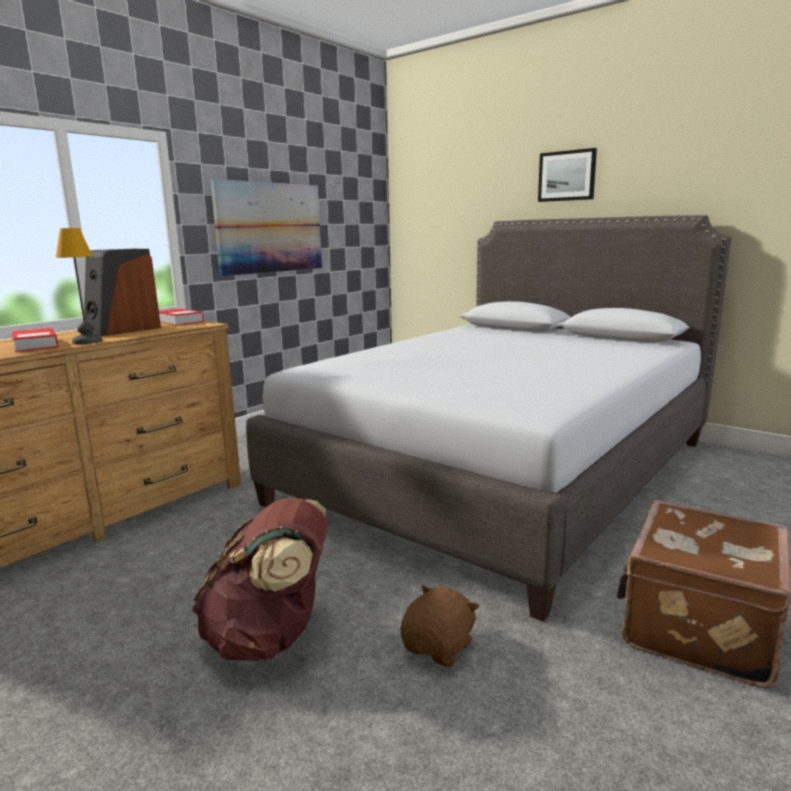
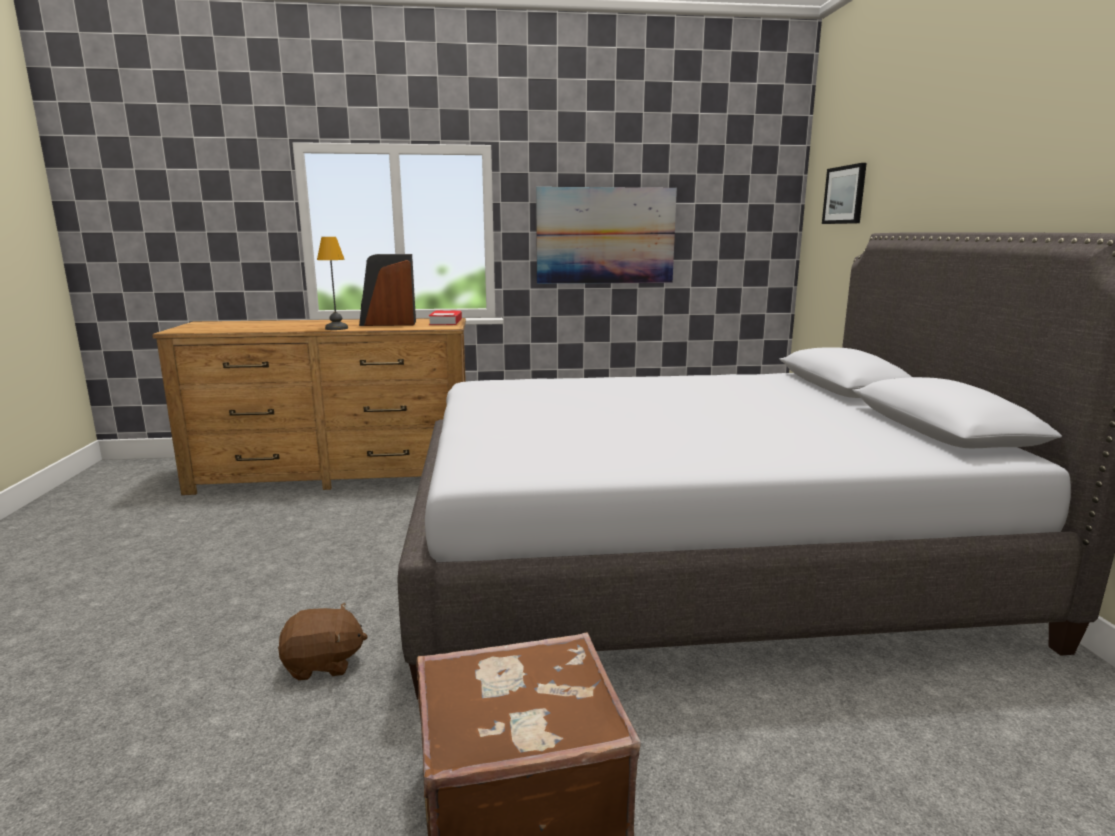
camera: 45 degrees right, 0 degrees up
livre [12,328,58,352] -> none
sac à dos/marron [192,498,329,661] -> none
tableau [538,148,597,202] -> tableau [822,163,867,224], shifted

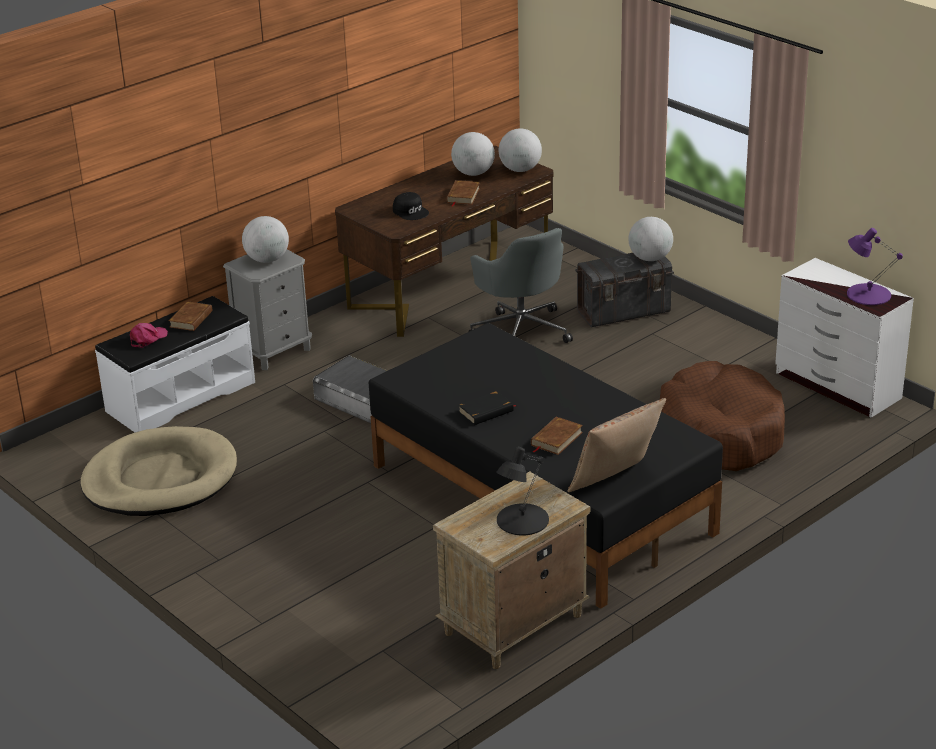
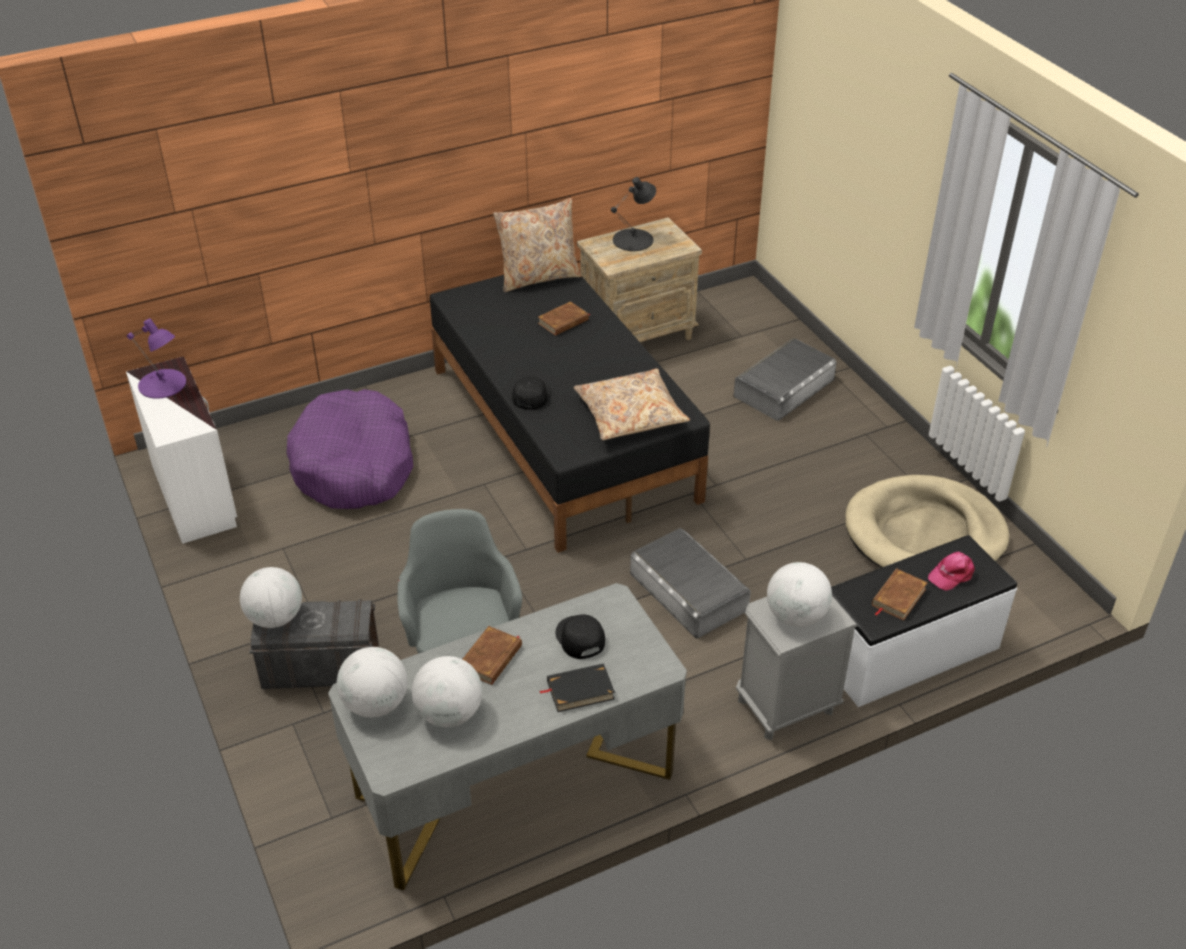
camera: 165 degrees left, 10 degrees up
bureau/marron [335,146,554,337] -> bureau/gris [328,583,687,890]
livre/noir [458,391,516,425] -> livre/noir [540,663,615,712], shifted
panier pour chien/marron [660,361,785,471] -> panier pour chien/violet [286,389,413,509]
none -> casquette/noir [512,377,552,410]
none -> coussin/beige [574,368,690,440]
none -> boîte de rangement/gris [734,338,837,421]

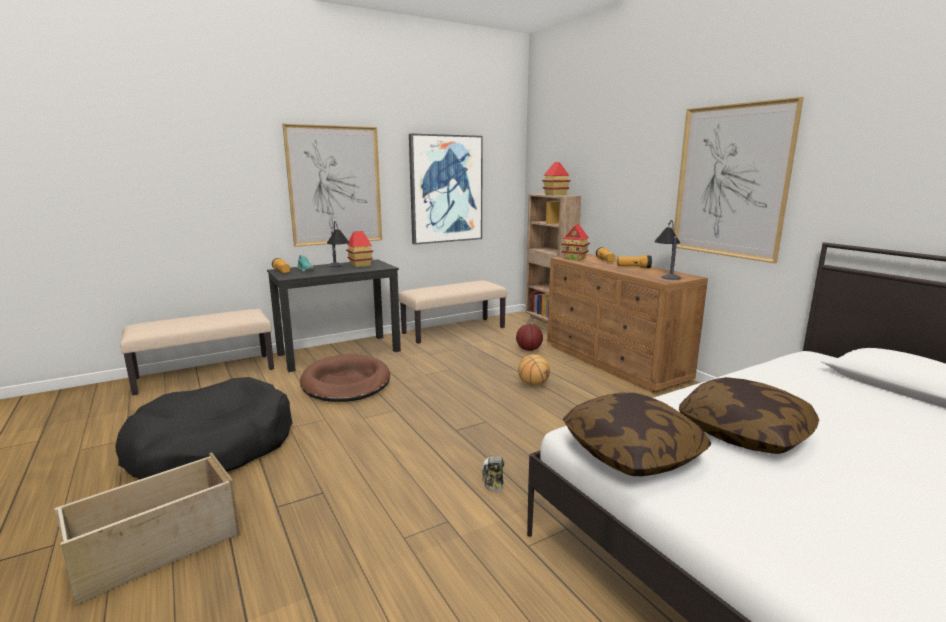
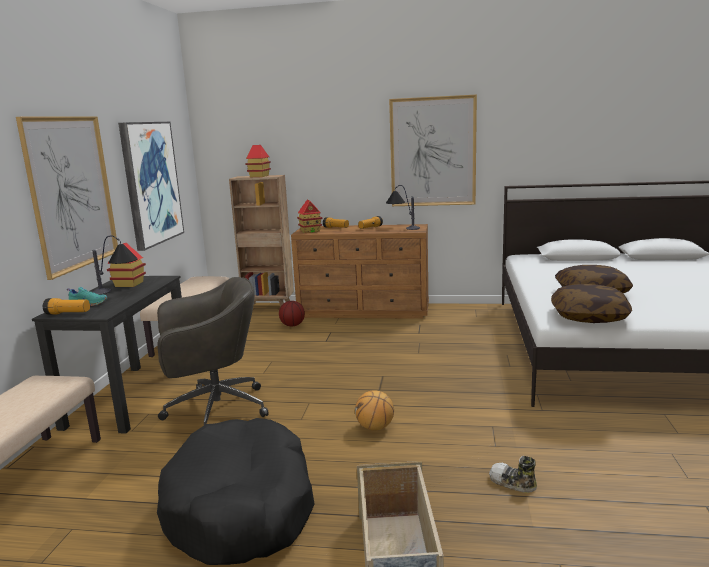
camera: 50 degrees left, 0 degrees up
panier pour chien/marron [300,354,390,402] -> chaise de bureau/gris [157,277,269,425]
chaussure [482,457,504,492] -> chaussure [489,456,537,493], shifted
ballon de basket [518,354,550,386] -> ballon de basket [355,391,394,431], shifted

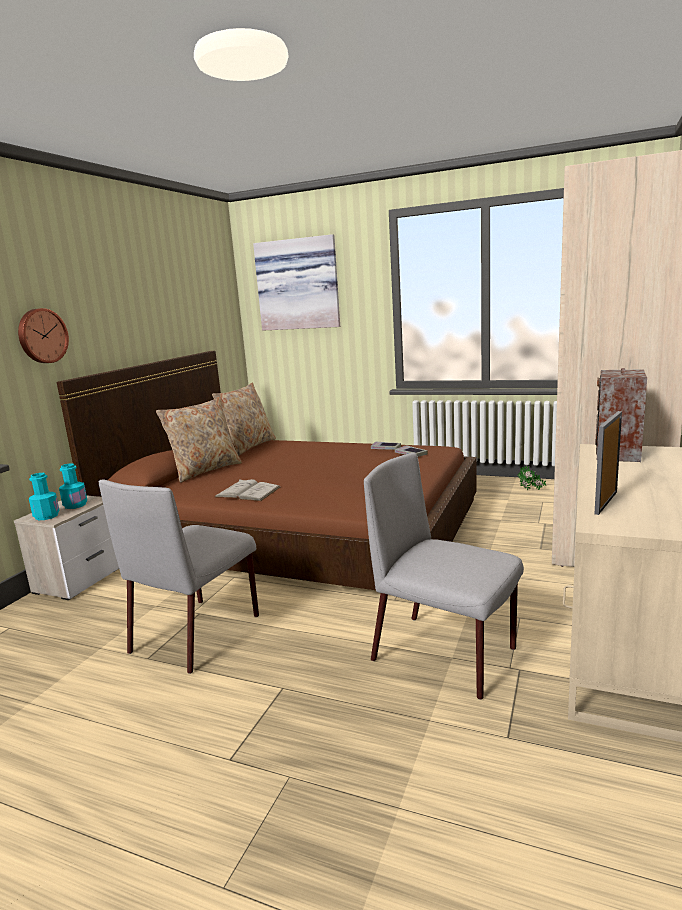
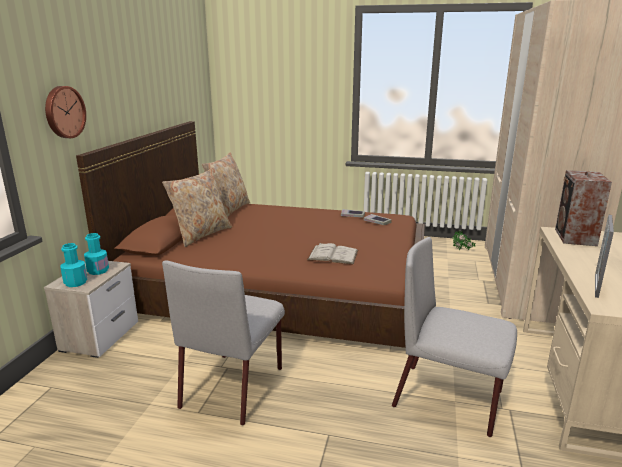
camera: 10 degrees left, 5 degrees up
livre/blanc [215,479,280,501] -> livre/blanc [307,243,358,265], shifted
tableau [253,234,340,331] -> none

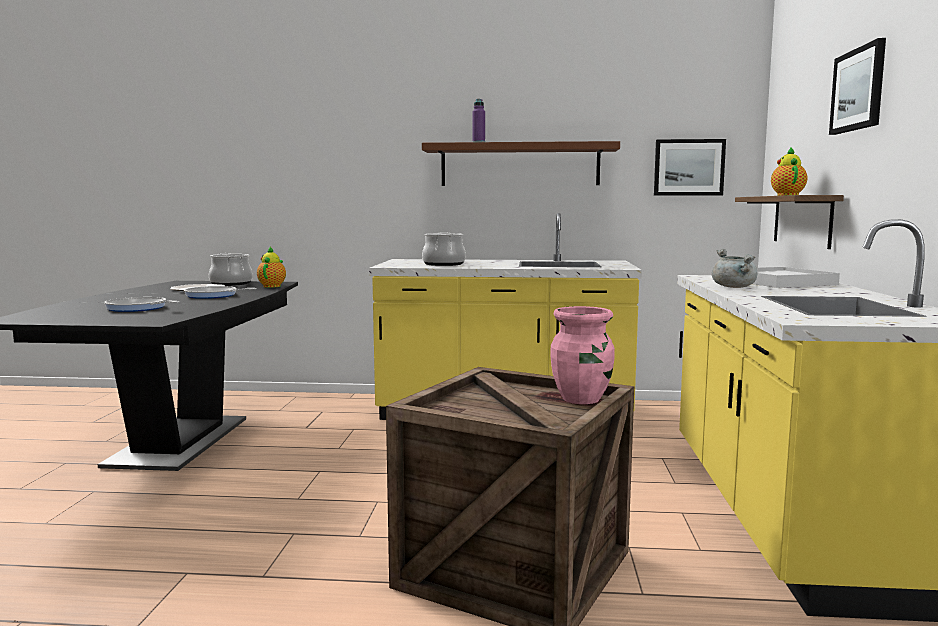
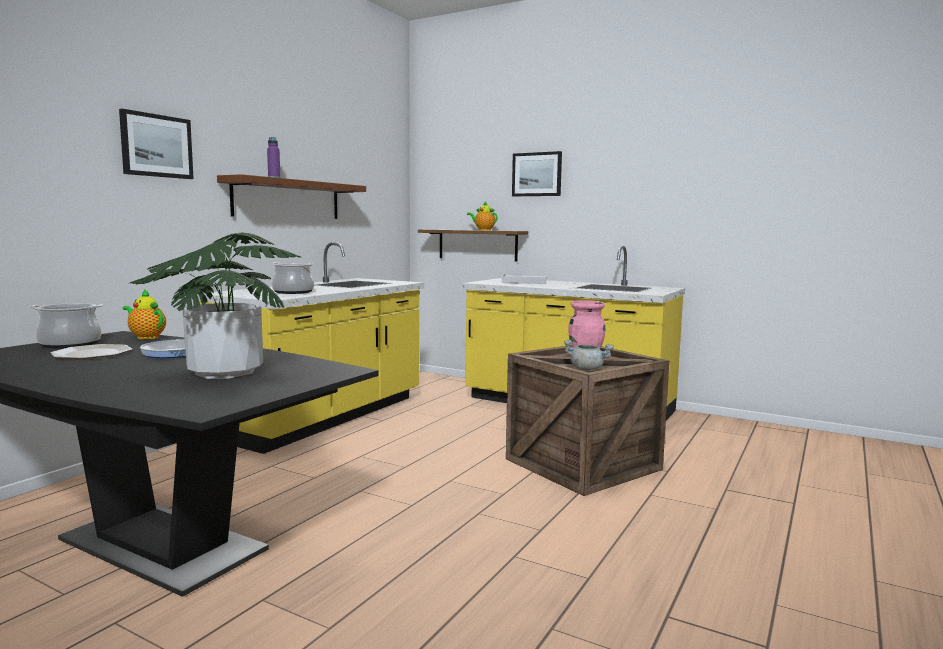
camera: 65 degrees left, 0 degrees up
poêle [104,297,179,312] -> plante en pot [128,233,301,379]
tableau [654,139,726,196] -> tableau [119,109,194,179], shifted
marmite/gris [712,249,758,288] -> marmite/gris [564,340,614,371], shifted

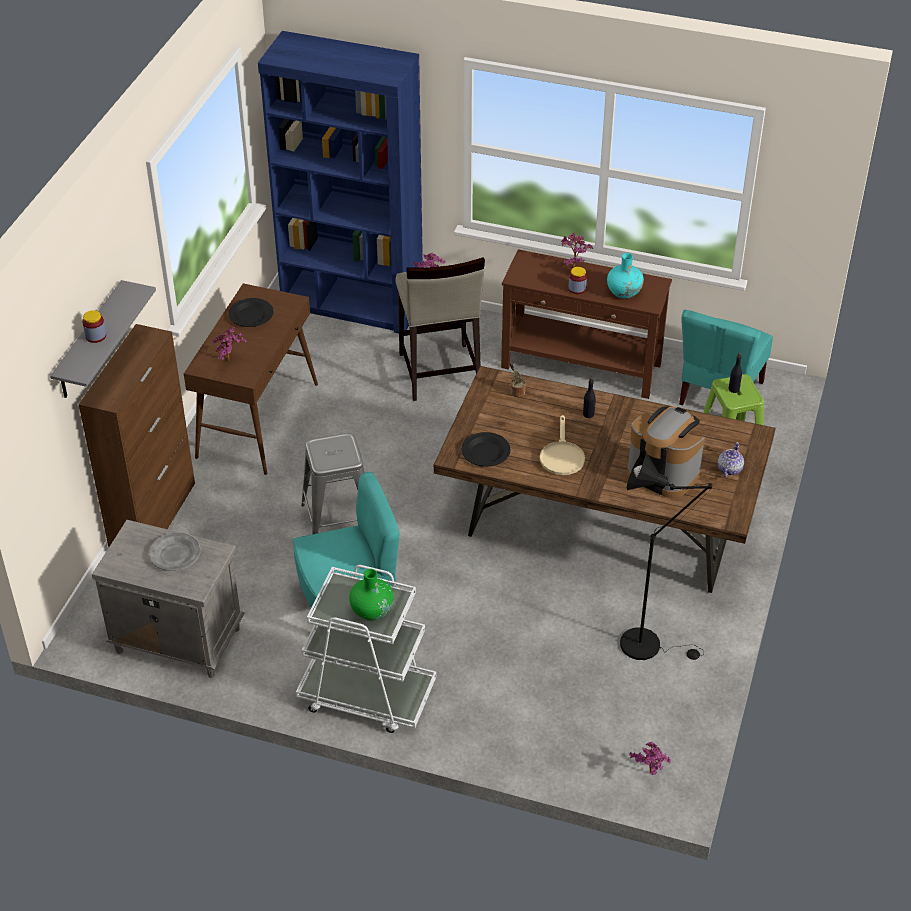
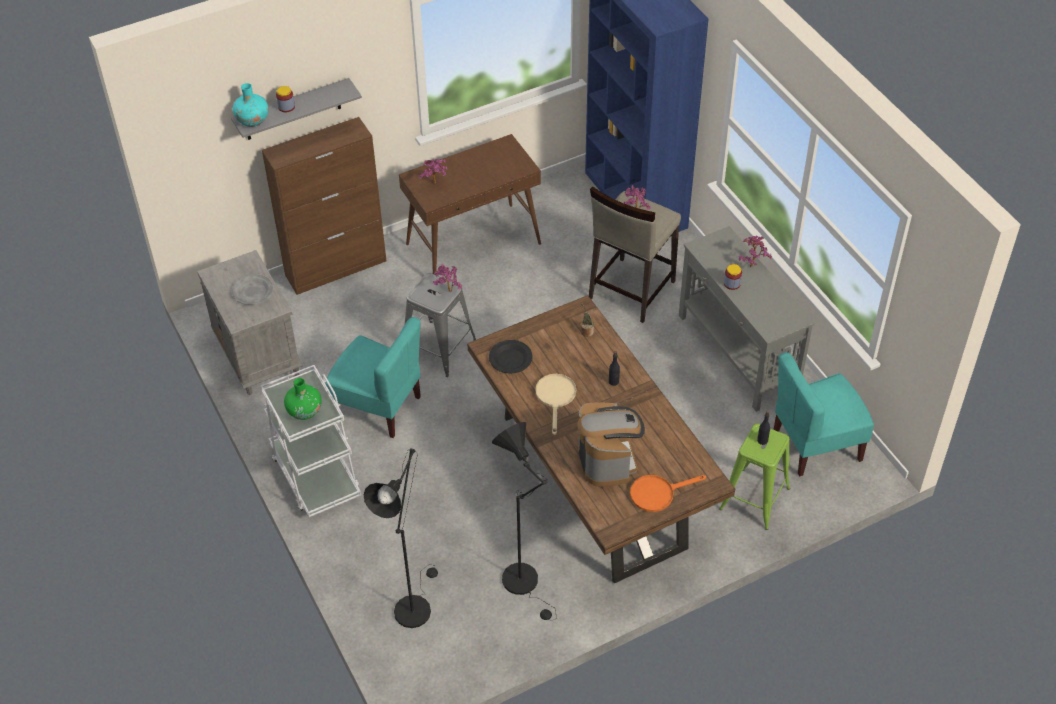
camera: 45 degrees right, 5 degrees up
assiette/noir [228,298,273,327] -> none
table console/marron [501,249,672,399] -> table console/gris [679,226,815,412]
poêle/beige [540,415,585,475] -> poêle/beige [535,374,576,435], 135 degrees clockwise
vase/turquoise [607,253,644,299] -> vase/turquoise [233,83,268,127], shifted
plante en pot [629,742,671,775] -> plante en pot [433,264,462,292], shifted
théière [718,442,744,477] -> poêle/orange [630,475,706,512]
none -> lampadaire/noir [364,448,438,628]

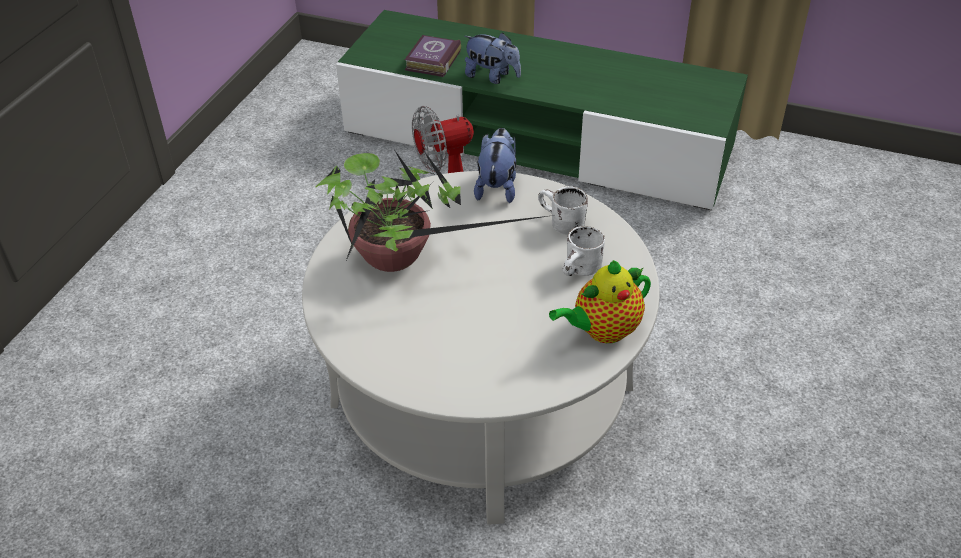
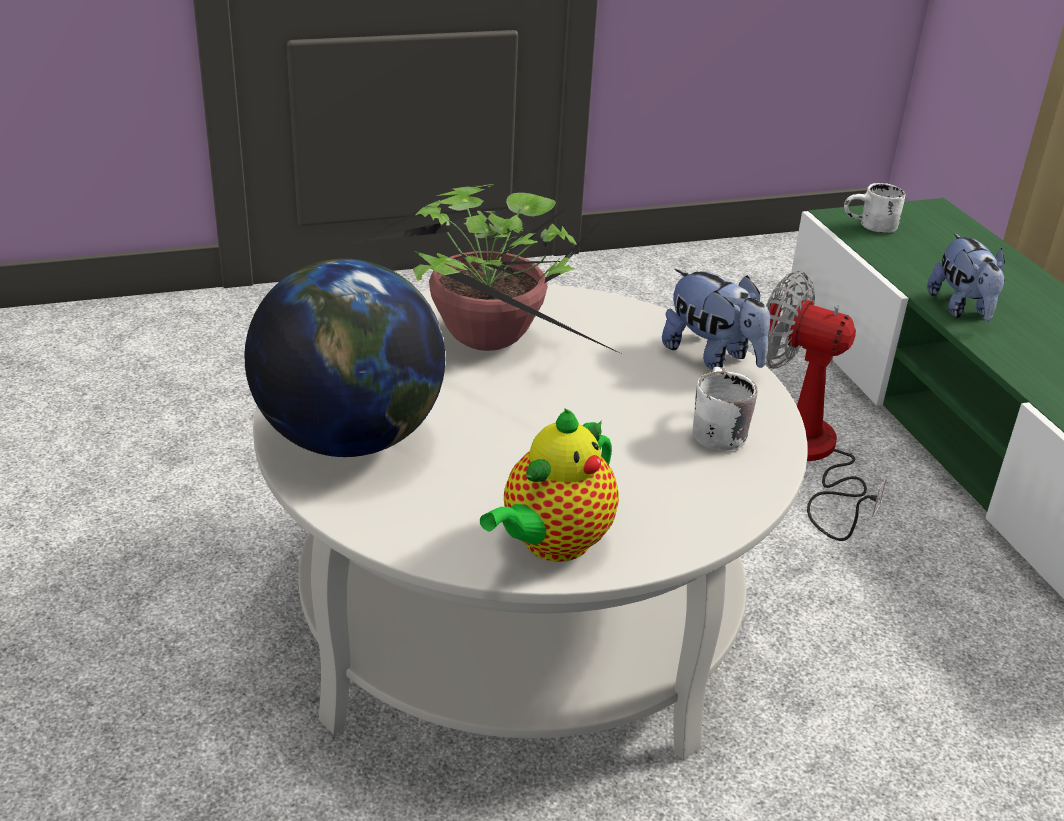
camera: 50 degrees right, 10 degrees down
livre [405,35,461,77] -> none
peluche [474,128,516,203] -> peluche [662,269,770,370], 75 degrees clockwise
théière [549,260,651,343] -> théière [480,408,619,562], 75 degrees counterclockwise
mug/blanc [563,226,605,276] -> mug/blanc [844,183,905,233], shifted
none -> globe [244,259,445,457]

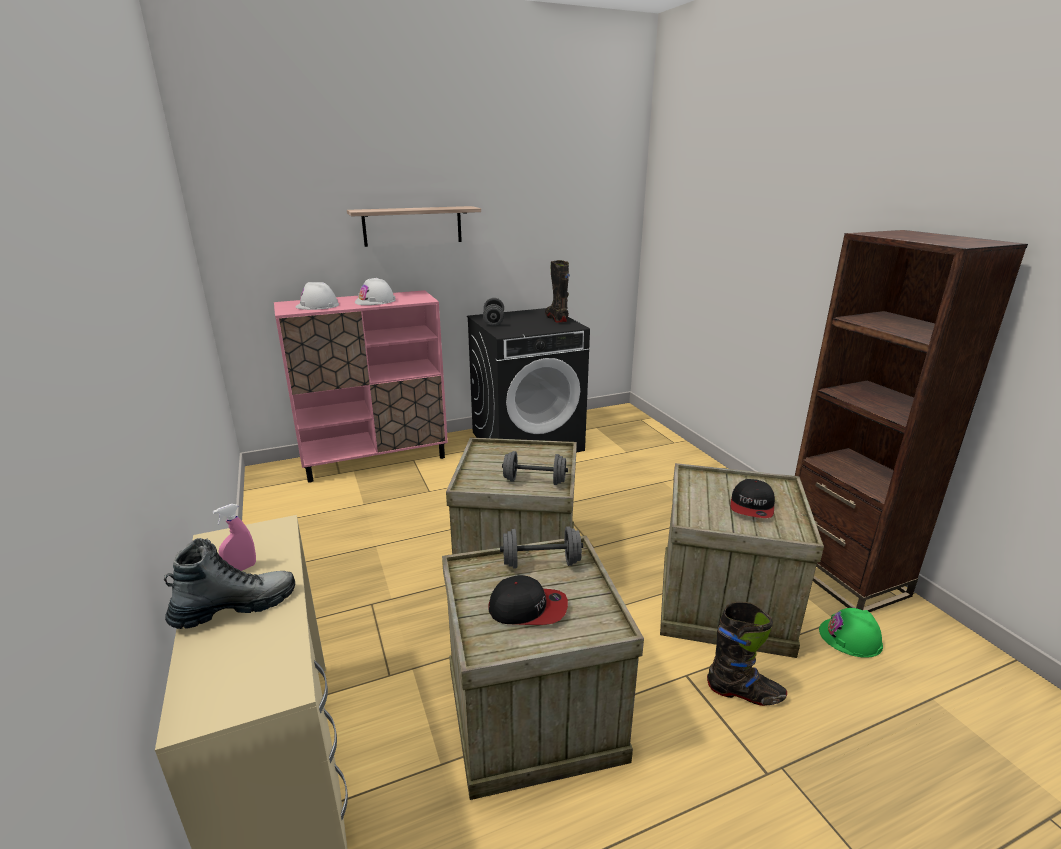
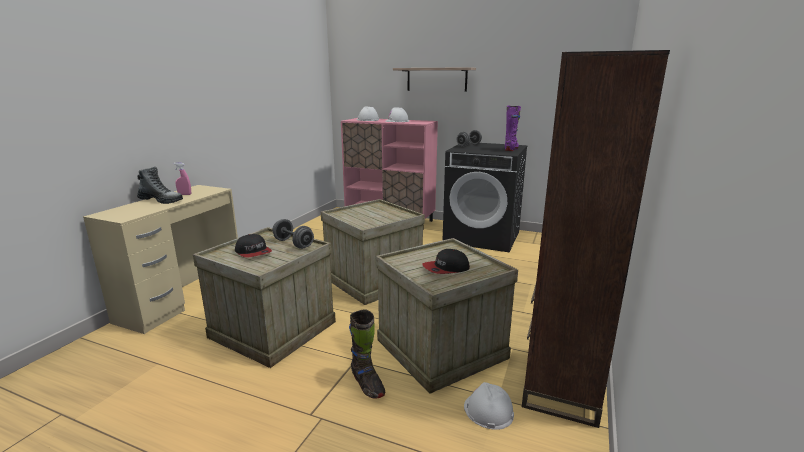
camera: 45 degrees right, 5 degrees down
haltère/gris [502,451,568,485] -> none
botte/noir [545,260,570,322] -> botte/violet [505,106,521,151]
casque de chantier/vert [819,608,883,658] -> casque de chantier/blanc [464,382,514,430]

